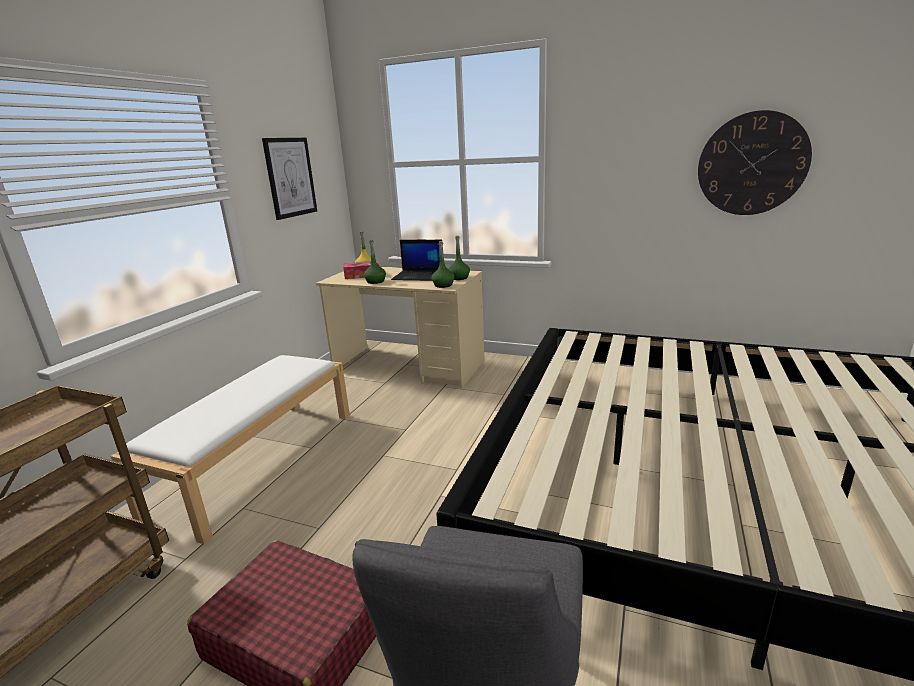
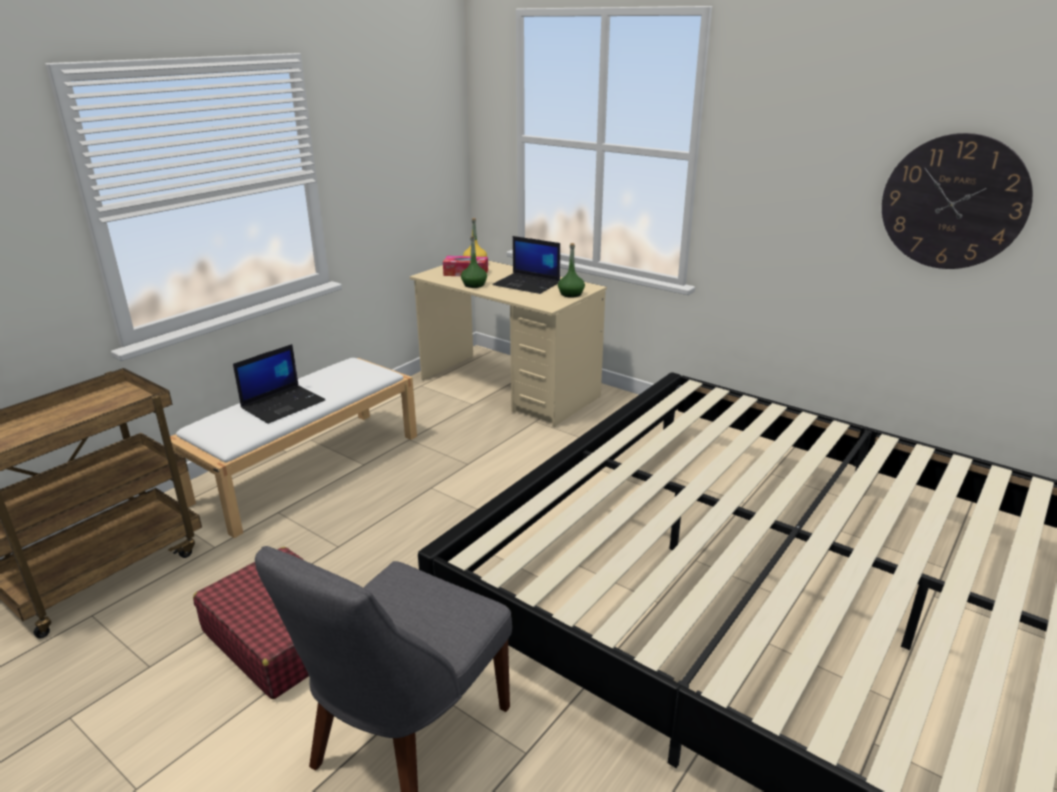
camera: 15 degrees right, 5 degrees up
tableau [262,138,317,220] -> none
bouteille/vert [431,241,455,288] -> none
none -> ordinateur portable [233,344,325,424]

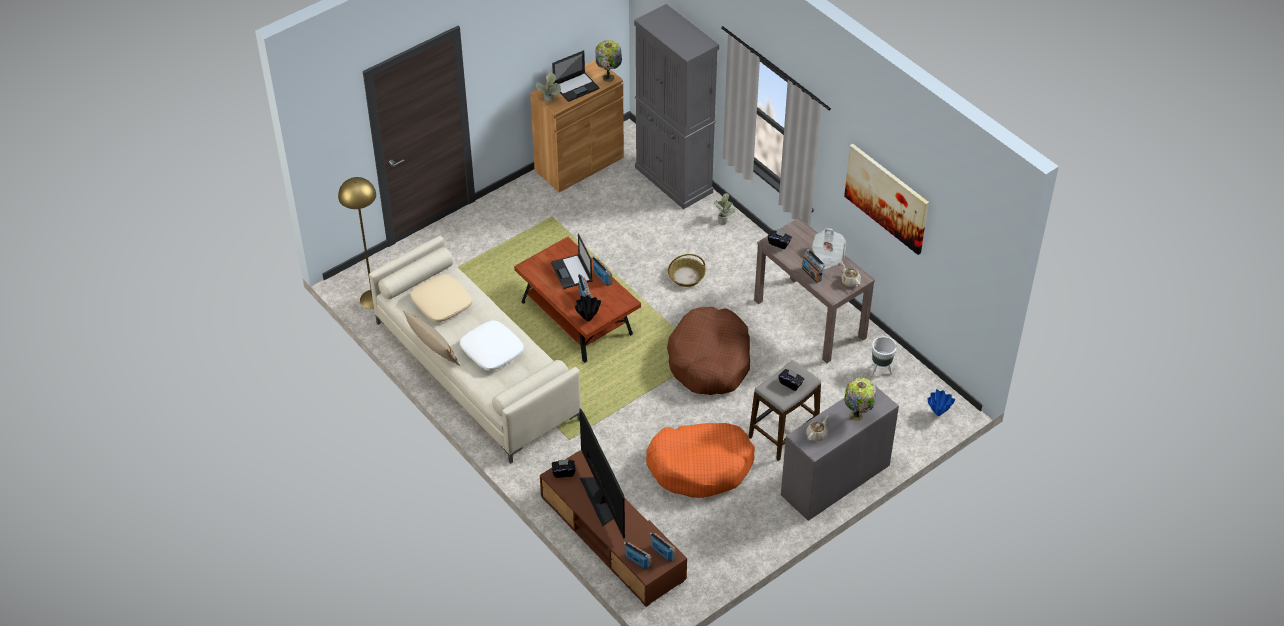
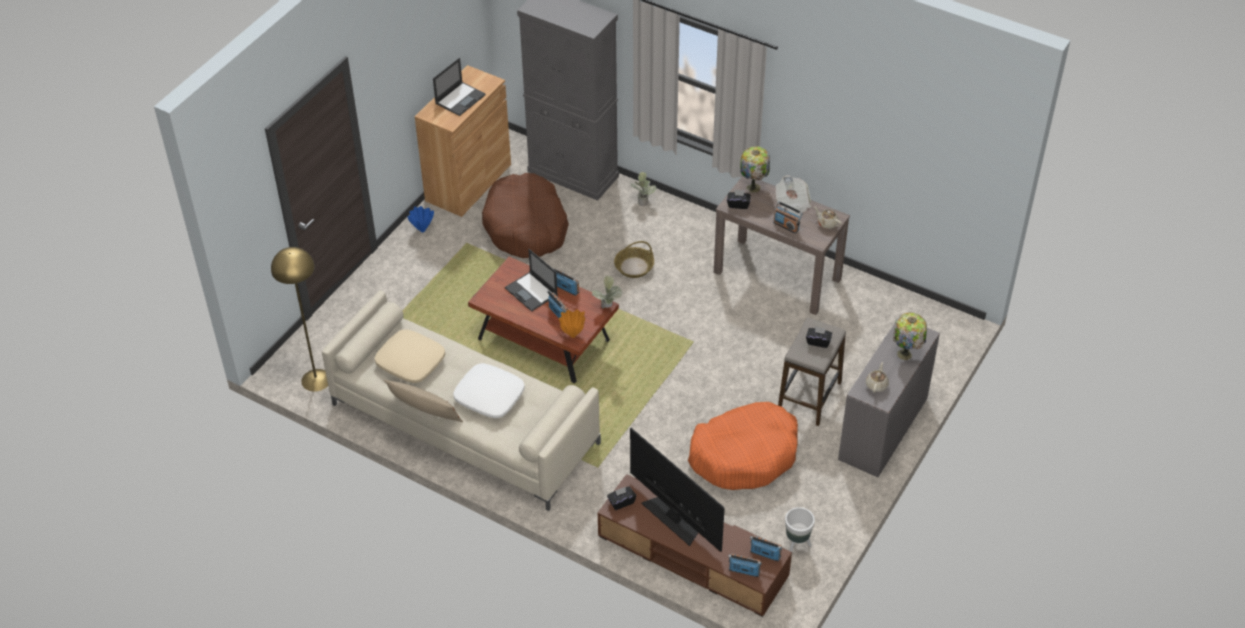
camera: 20 degrees left, 0 degrees up
plante en pot [535,72,561,101] -> plante en pot [592,276,622,308], shifted
vase/noir [575,295,601,321] -> vase/orange [559,310,585,338]
lampe de table [595,40,622,82] -> lampe de table [740,146,770,193], shifted
panier pour chien/marron [667,307,750,395] -> panier pour chien/marron [482,173,569,258], shifted
tableau [844,144,929,255] -> none
cache-pot/blanc [871,336,897,375] -> cache-pot/blanc [785,507,815,552], shifted
vase/bleu [927,389,955,416] -> vase/bleu [408,206,434,232], shifted

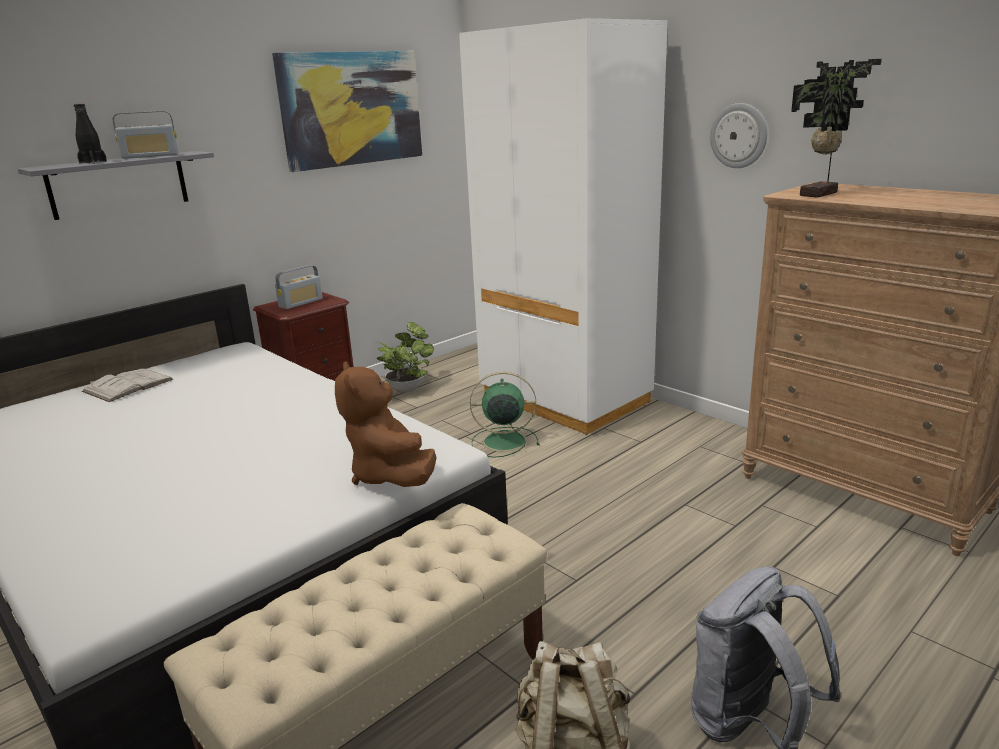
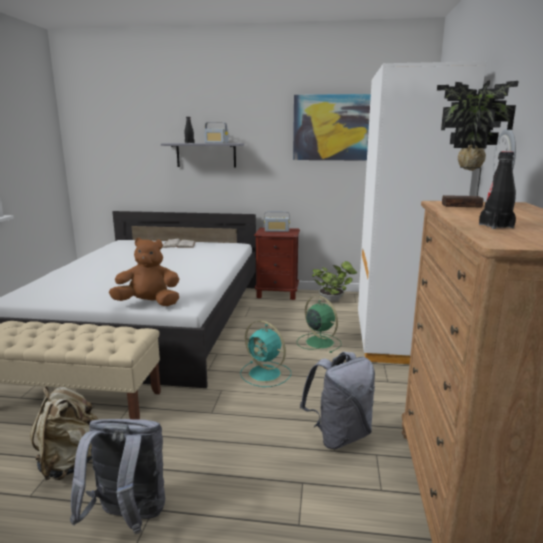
camera: 50 degrees right, 5 degrees down
peluche/marron [335,361,437,487] -> peluche/marron [109,238,179,306], 60 degrees clockwise
none -> ventilateur/turquoise [240,320,291,387]
none -> sac à dos/gris [300,352,375,449]
none -> bouteille/noir [479,151,516,229]

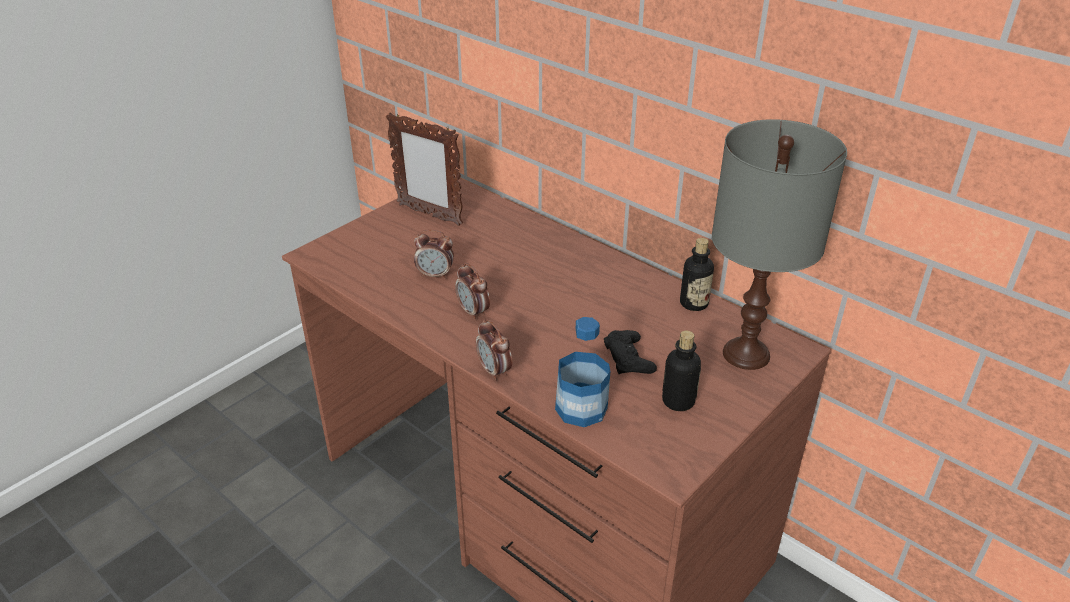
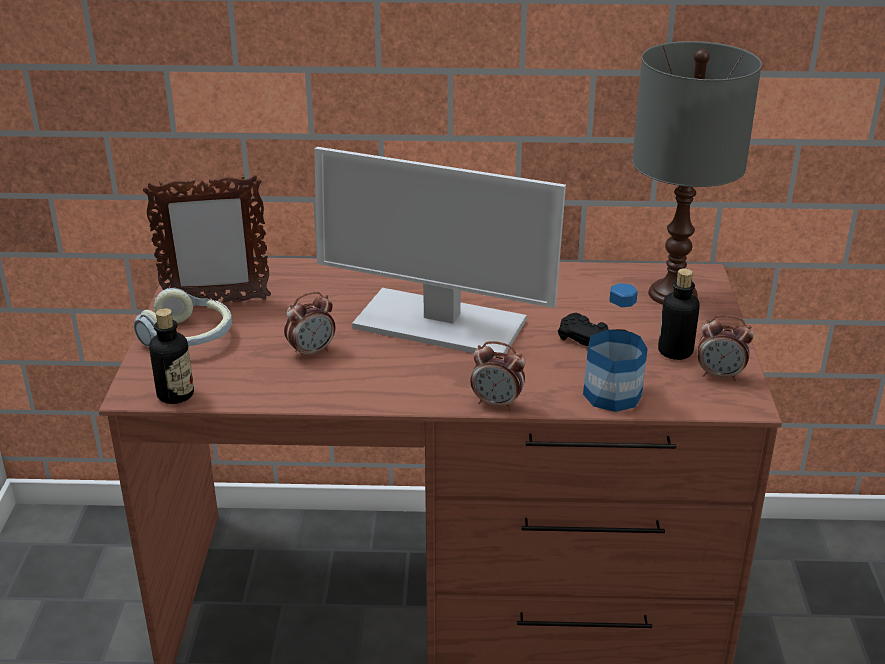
camera: 40 degrees left, 5 degrees down
réveil [455,263,490,321] -> réveil [697,315,754,381], shifted
bouteille [680,238,714,311] -> bouteille [149,308,194,404], shifted
none -> casque audio [134,288,232,347]
none -> écran d'ordinateur [314,147,566,354]

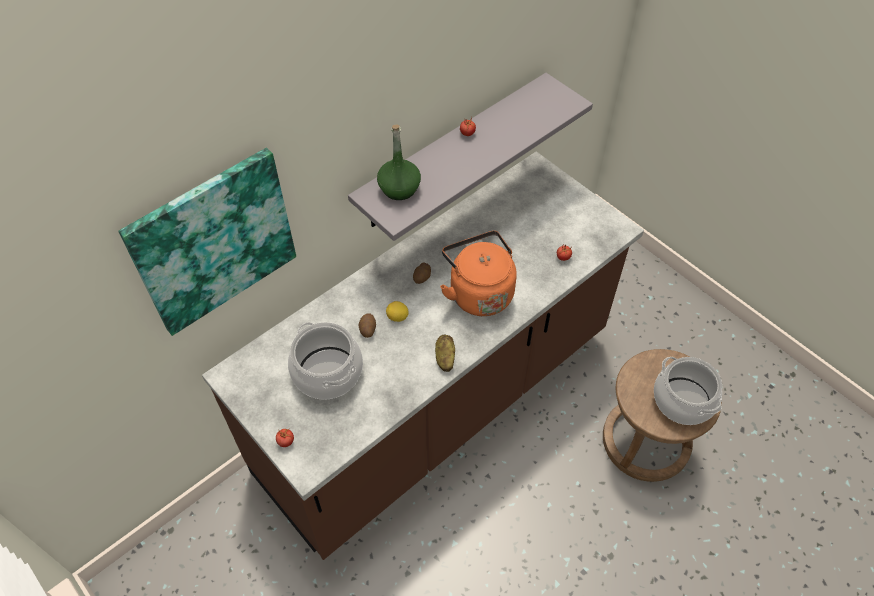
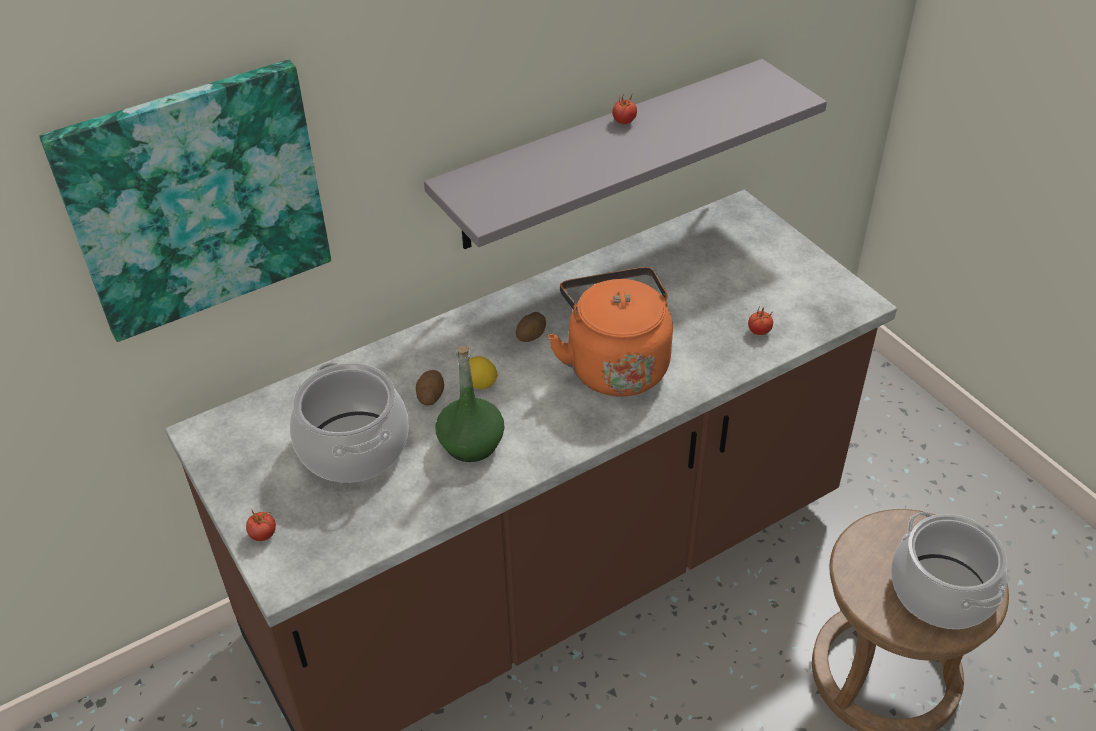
camera: 10 degrees right, 10 degrees down
bouteille/vert [377,124,421,200] -> bouteille/vert [435,346,505,462], shifted
pomme de terre [435,335,455,372] -> none

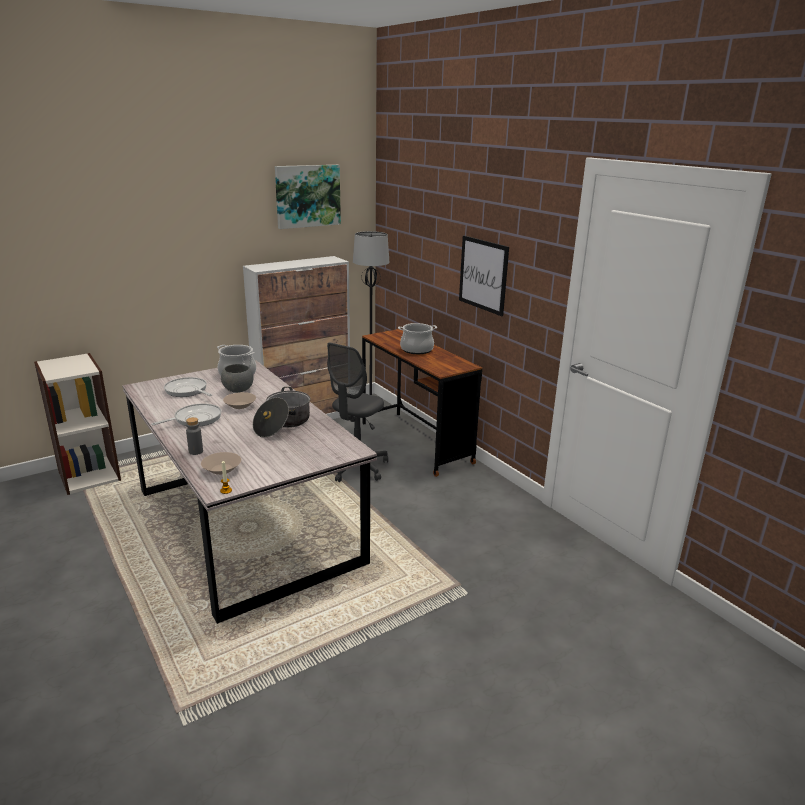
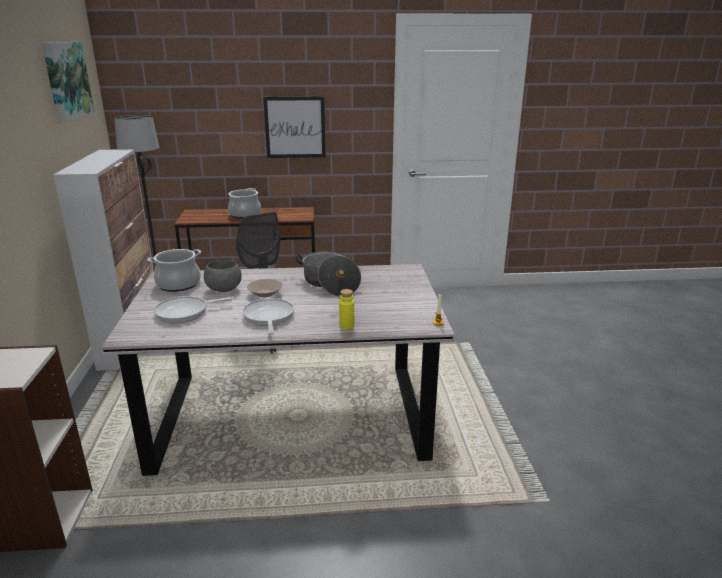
camera: 60 degrees left, 0 degrees up
bouteille/gris [186,417,203,455] -> bouteille/jaune [339,289,354,330]
bol/beige [201,452,241,475] -> none

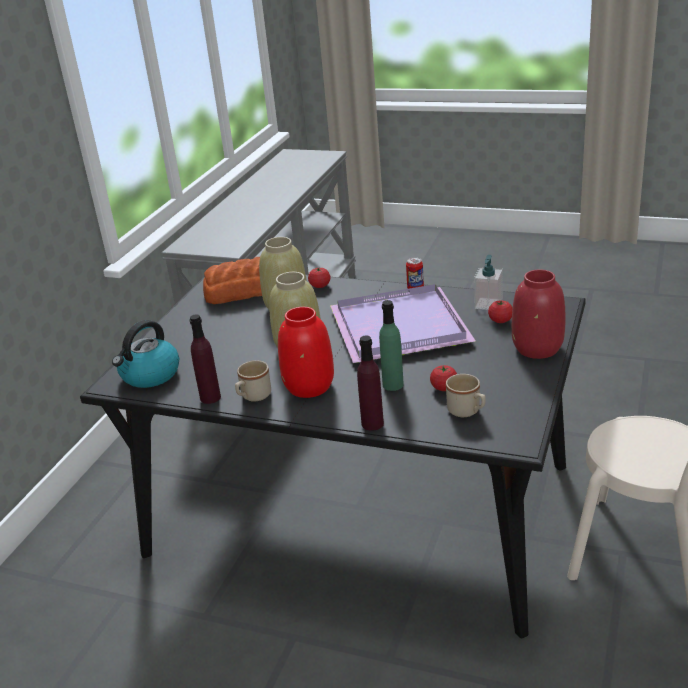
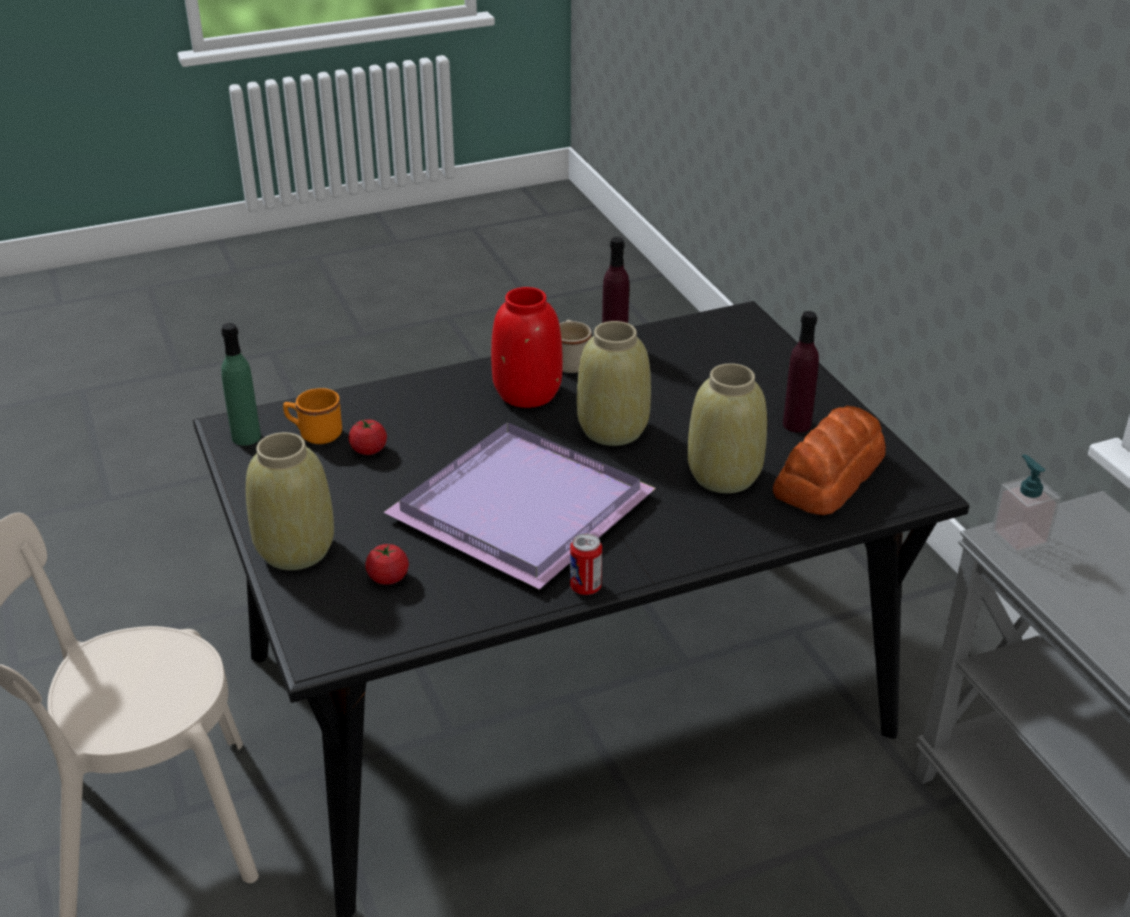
camera: 135 degrees right, 5 degrees up
bouilloire [112,320,179,388] -> none
tomate [308,268,331,288] -> none
bouteille/violet [357,335,384,431] -> bouteille/violet [783,311,819,433], shifted
bouteille/vert [379,300,404,391] -> bouteille/vert [221,323,261,446], shifted
mug/beige [446,374,486,417] -> mug/orange [283,388,342,444]
distributeur de savon [474,255,503,310] -> distributeur de savon [991,454,1061,554], shifted
vase/rouge [512,269,565,359] -> vase/beige [246,432,334,570]

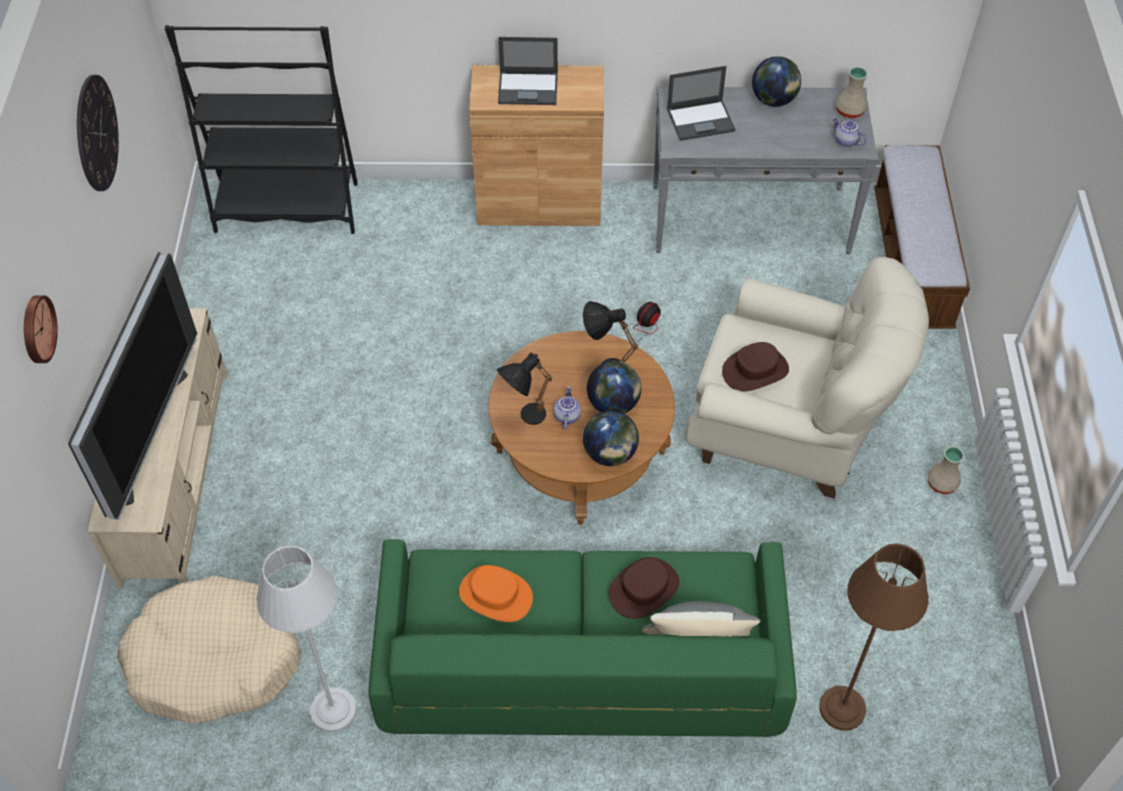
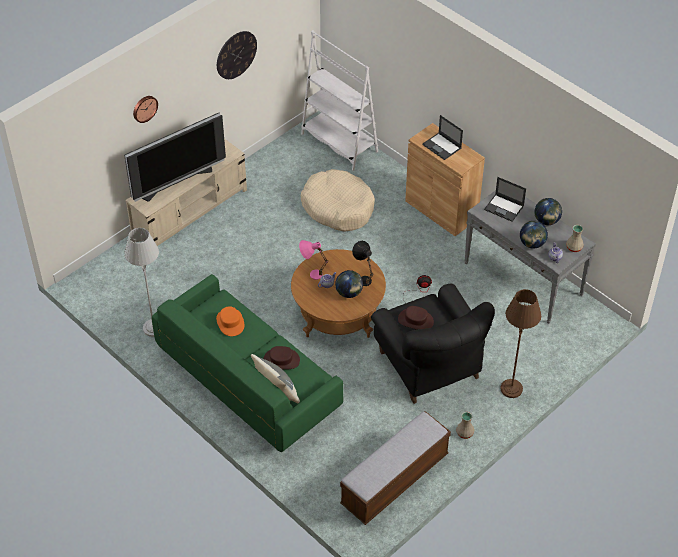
camera: 45 degrees right, 5 degrees down
panier pour chien/beige [117,576,301,723] -> panier pour chien/beige [301,169,375,232], shifted
bibliothèque/noir [165,25,358,234] -> bibliothèque/blanc [301,30,378,171]
lampe de table/noir [497,353,552,425] -> lampe de table/rose [299,240,328,280]
globe [583,410,639,466] -> globe [520,221,548,249], shifted
fauteuil/beige [685,257,929,499] -> fauteuil/noir [371,283,495,404]
lampadaire/marron [819,543,929,731] -> lampadaire/marron [501,289,541,398], shifted
banc [874,145,970,329] -> banc [340,411,451,525], shifted

